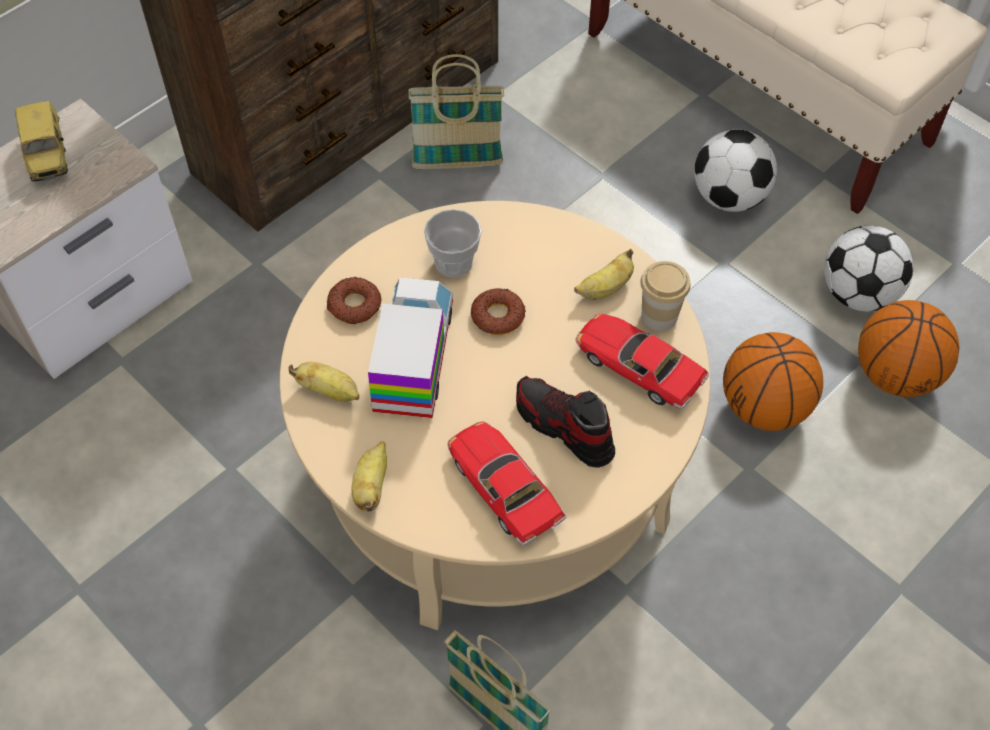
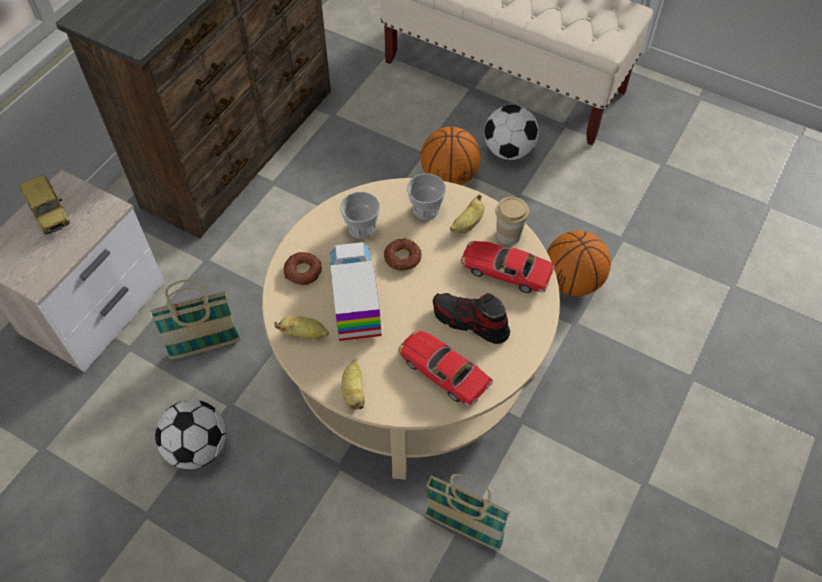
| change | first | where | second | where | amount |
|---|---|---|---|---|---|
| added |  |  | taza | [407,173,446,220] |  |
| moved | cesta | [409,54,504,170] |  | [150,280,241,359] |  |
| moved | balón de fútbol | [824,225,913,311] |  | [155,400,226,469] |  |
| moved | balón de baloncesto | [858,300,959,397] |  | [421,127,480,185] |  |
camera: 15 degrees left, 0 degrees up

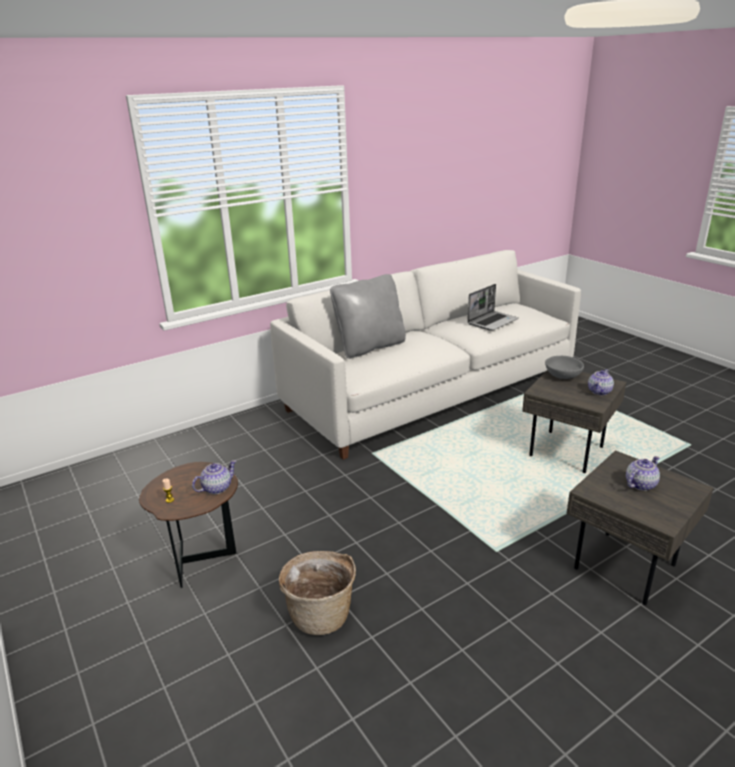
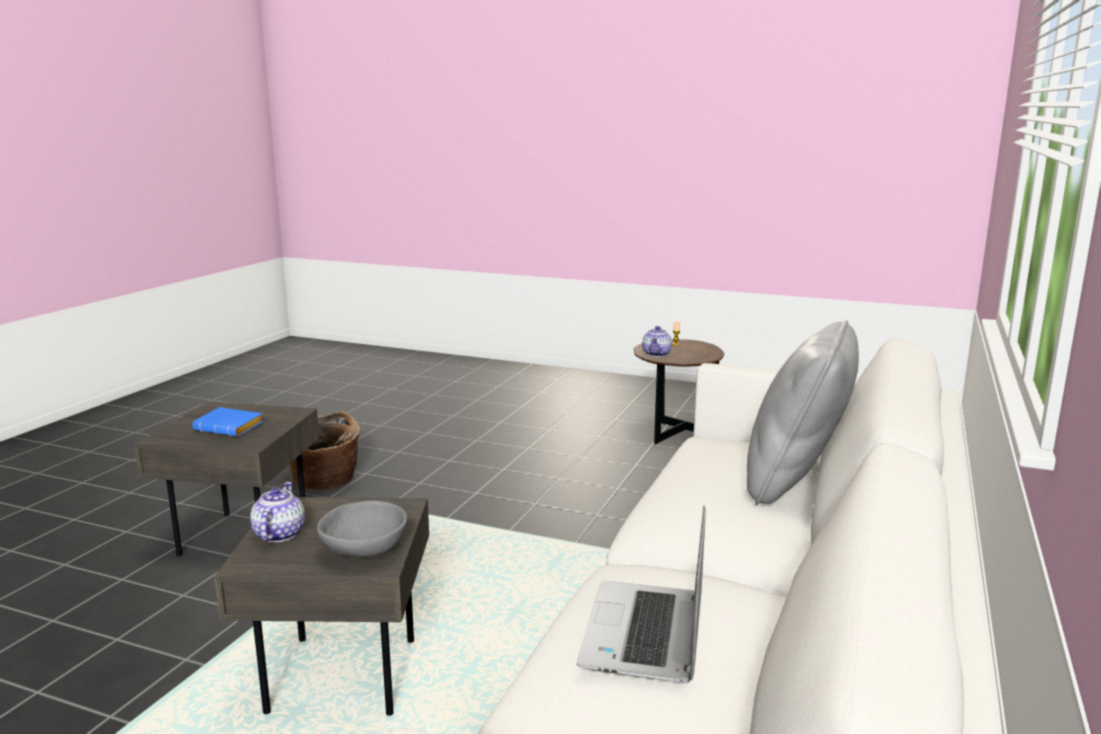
| change | first | where | second | where | amount |
|---|---|---|---|---|---|
| moved | cesta | [279,551,356,635] |  | [289,411,360,490] |  |
| replaced | tetera | [626,456,660,491] | libro [azul] | [193,407,263,437] |  |
camera: 145 degrees right, 10 degrees down

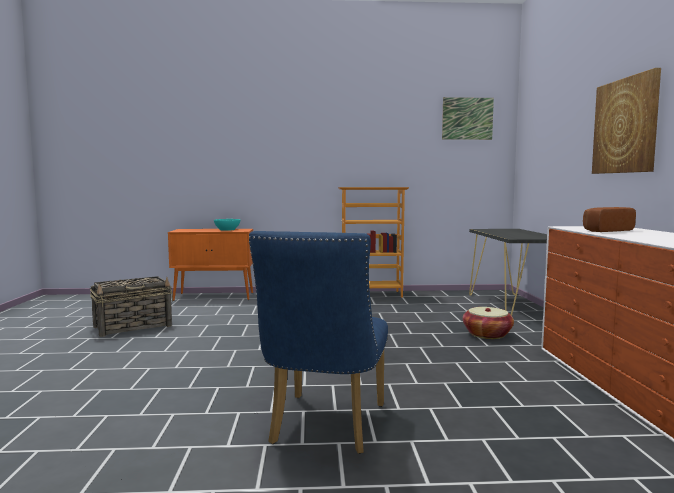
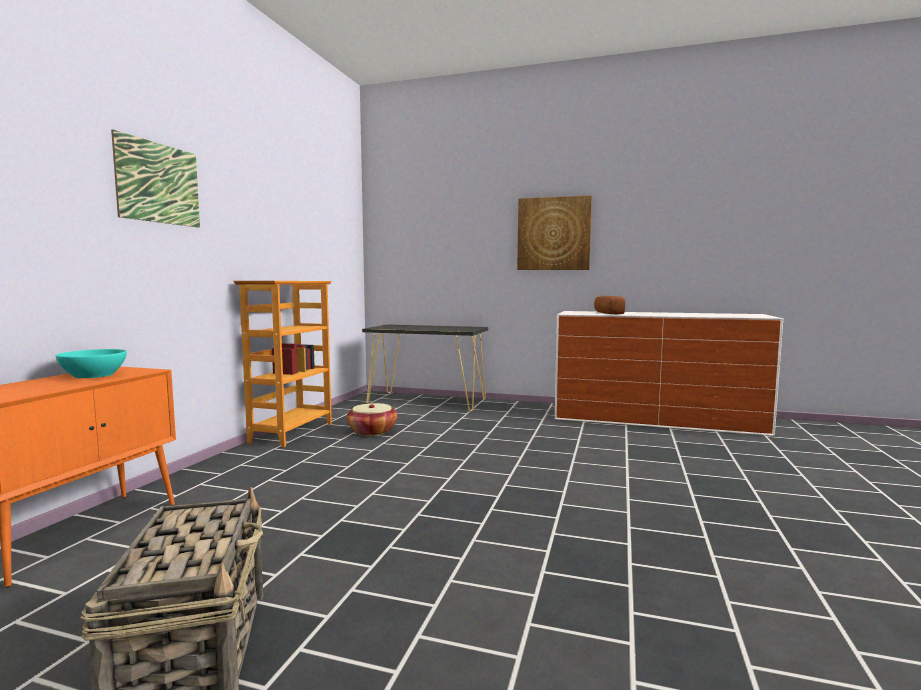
| change | first | where | second | where | amount |
|---|---|---|---|---|---|
| removed | silla [azul] | [249,231,388,454] |  |  |  |
| moved | cuadro | [442,97,494,140] |  | [111,130,200,228] |  |
| moved | cesta | [463,307,514,339] |  | [347,403,398,436] |  |
camera: 70 degrees left, 0 degrees up

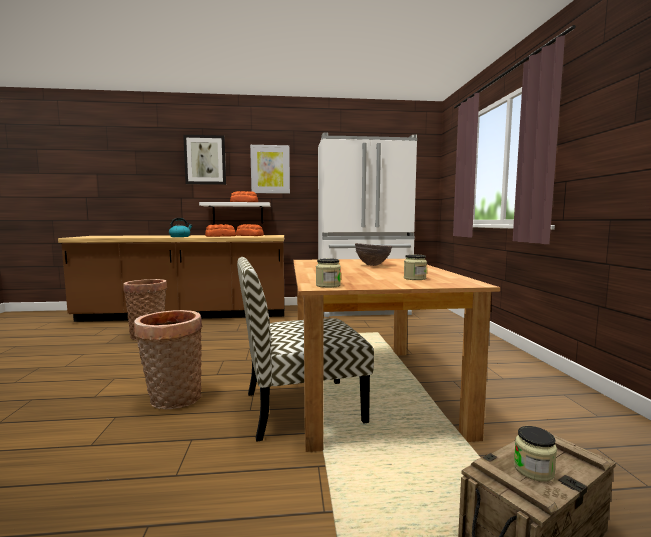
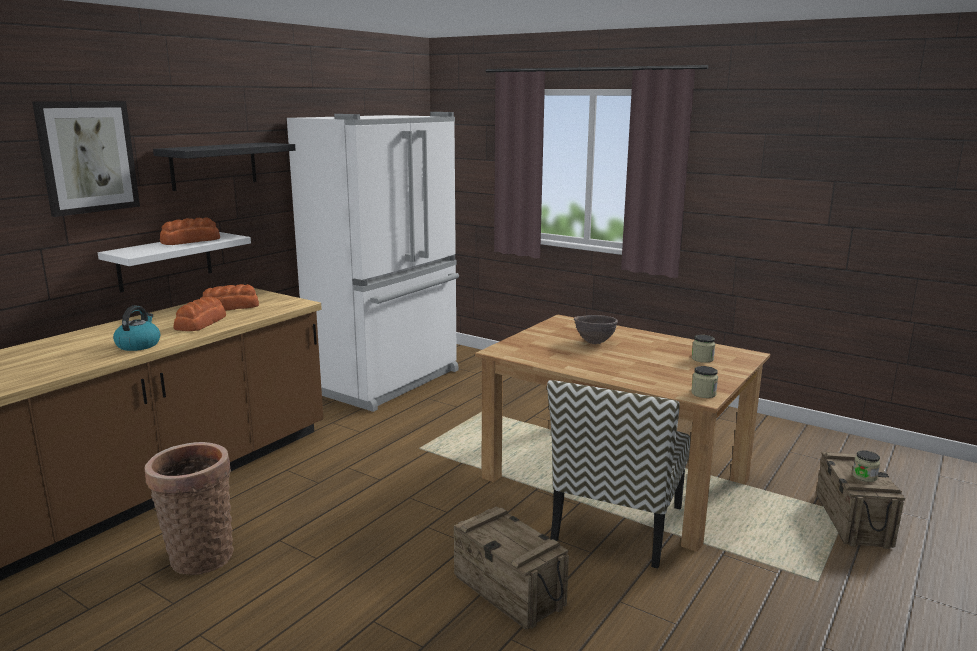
| change | first | where | second | where | amount |
|---|---|---|---|---|---|
| replaced | cesta | [134,310,202,410] | caja de embalaje | [454,506,569,630] |  |
| replaced | cuadro | [250,145,290,194] | estante [negro] | [153,142,296,191] |  |
camera: 50 degrees left, 10 degrees up

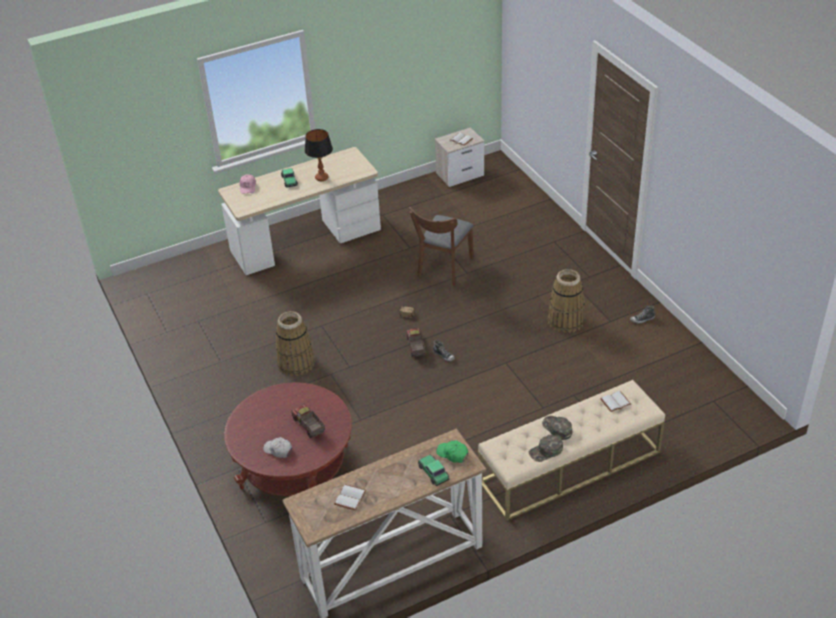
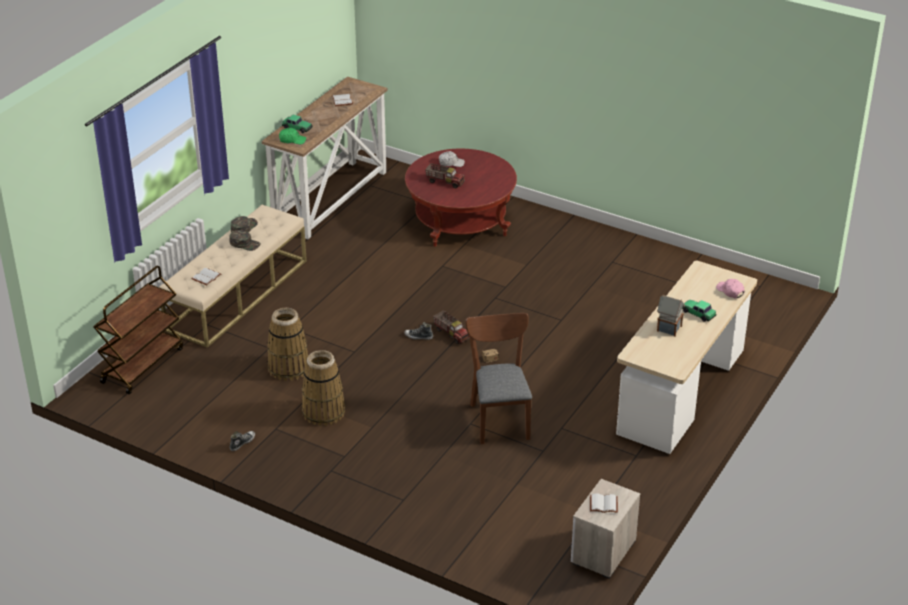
| change | first | where | second | where | amount |
|---|---|---|---|---|---|
| added |  |  | carrito [marrón] | [94,266,183,394] |  |
| moved | cesta | [275,311,315,376] |  | [267,308,308,381] |  |
| replaced | lámpara de mesa | [305,129,333,181] | casita | [657,295,685,337] |  |
camera: 145 degrees right, 5 degrees down

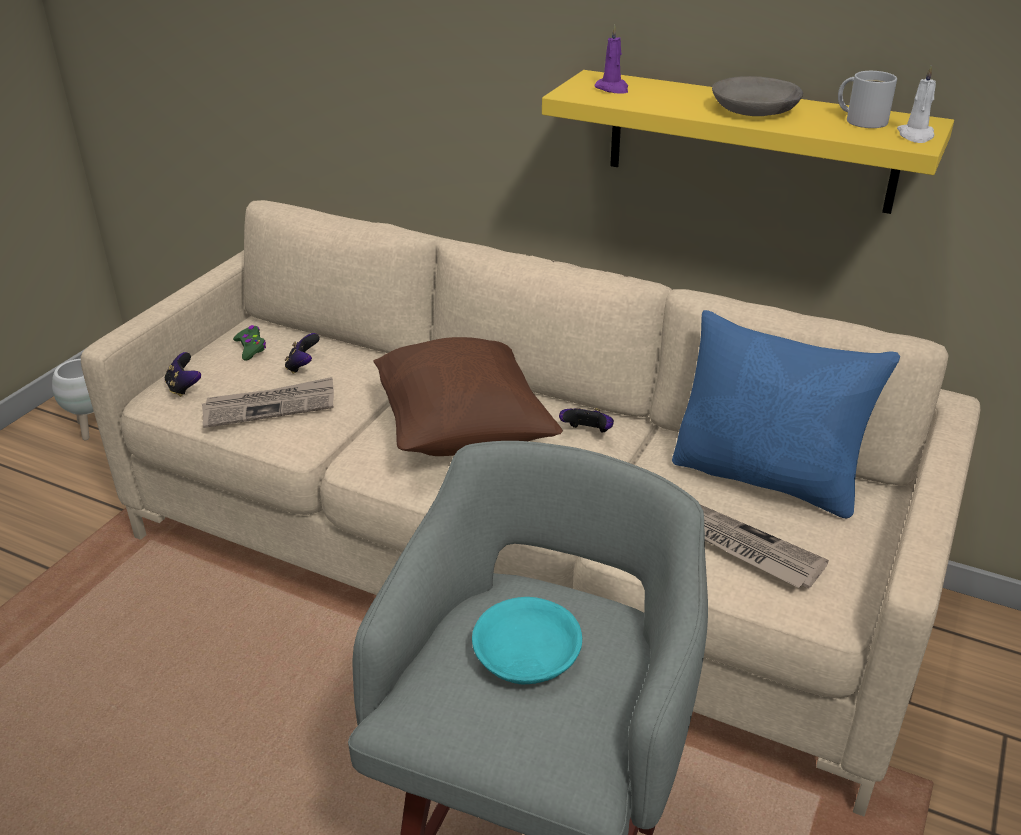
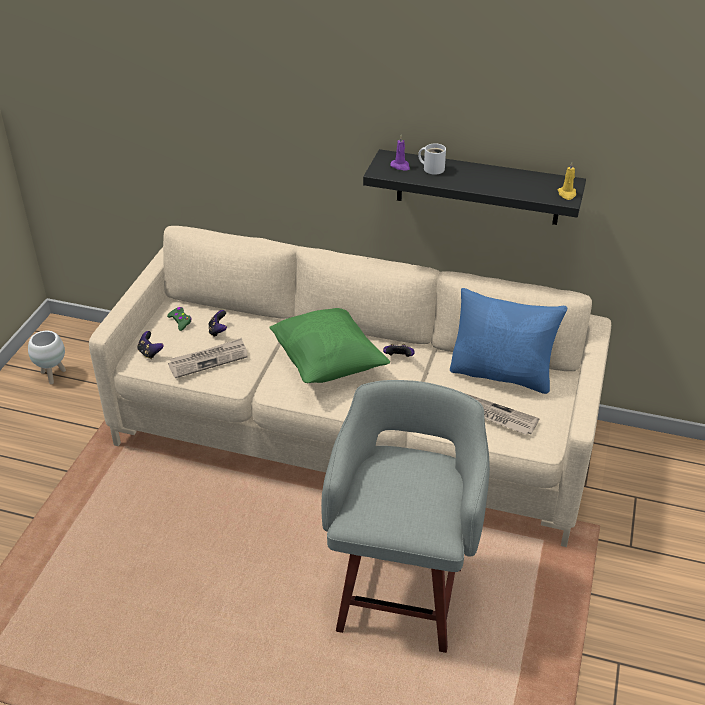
| change | first | where | second | where | amount |
|---|---|---|---|---|---|
| removed | cuenco [turquesa] | [472,597,582,685] |  |  |  |
| removed | cuenco [gris] | [712,76,803,116] |  |  |  |
| moved | taza grande [blanco] | [838,71,897,128] |  | [418,143,446,175] |  |
| recoloured | cojín [marrón] | [374,337,563,456] | cojín [verde] | [269,308,390,383] |  |
| recoloured | estante [amarillo] | [542,70,954,214] | estante [negro] | [363,149,586,225] |  |
| recoloured | vela [blanco] | [897,65,936,143] | vela [amarillo] | [557,162,576,200] |  |
camera: 10 degrees left, 5 degrees up

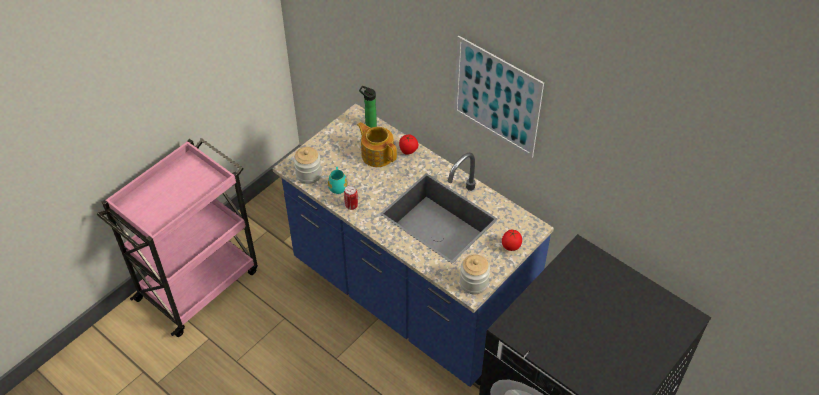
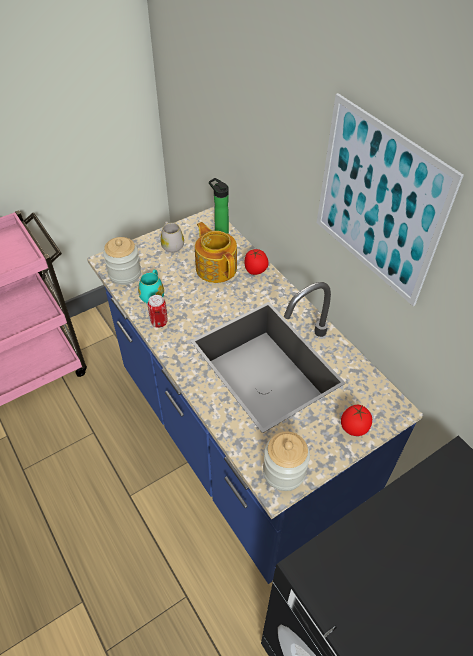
| change | first | where | second | where | amount |
|---|---|---|---|---|---|
| added |  |  | taza grande [blanco] | [160,221,184,253] |  |
camera: 15 degrees right, 0 degrees up

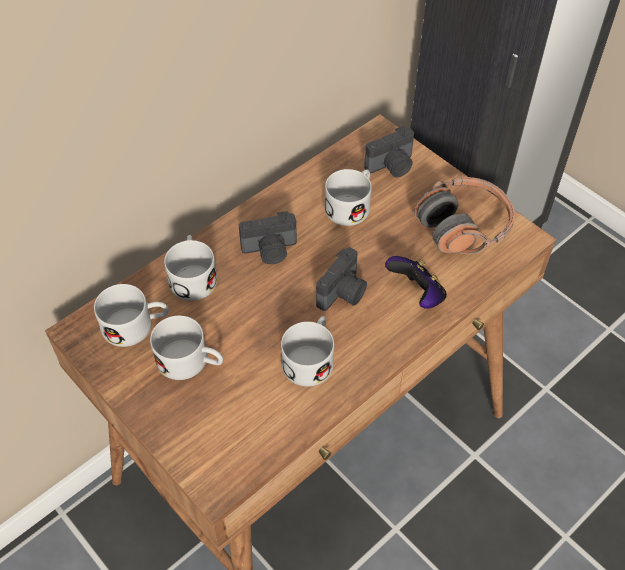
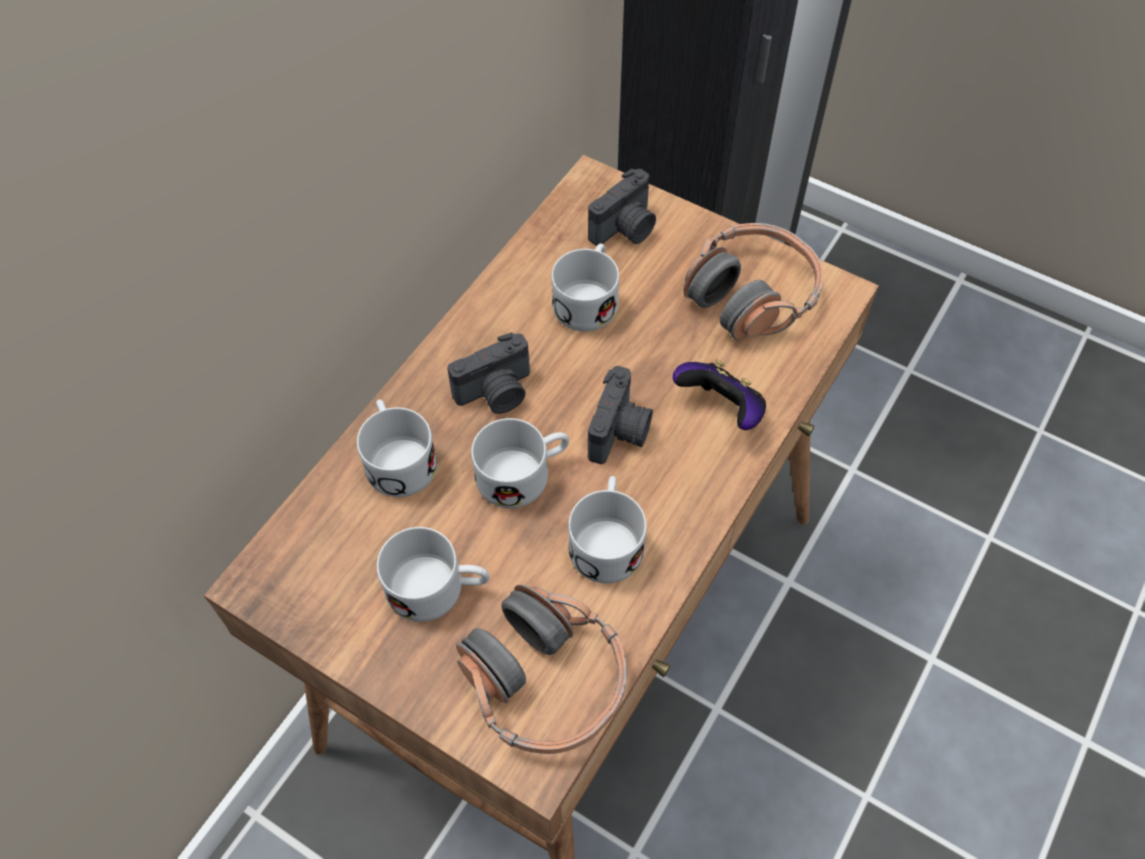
| change | first | where | second | where | amount |
|---|---|---|---|---|---|
| added |  |  | auriculares | [456,585,627,754] |  |
| moved | taza grande [blanco] | [94,284,169,347] |  | [471,418,569,508] |  |
camera: 15 degrees left, 5 degrees up

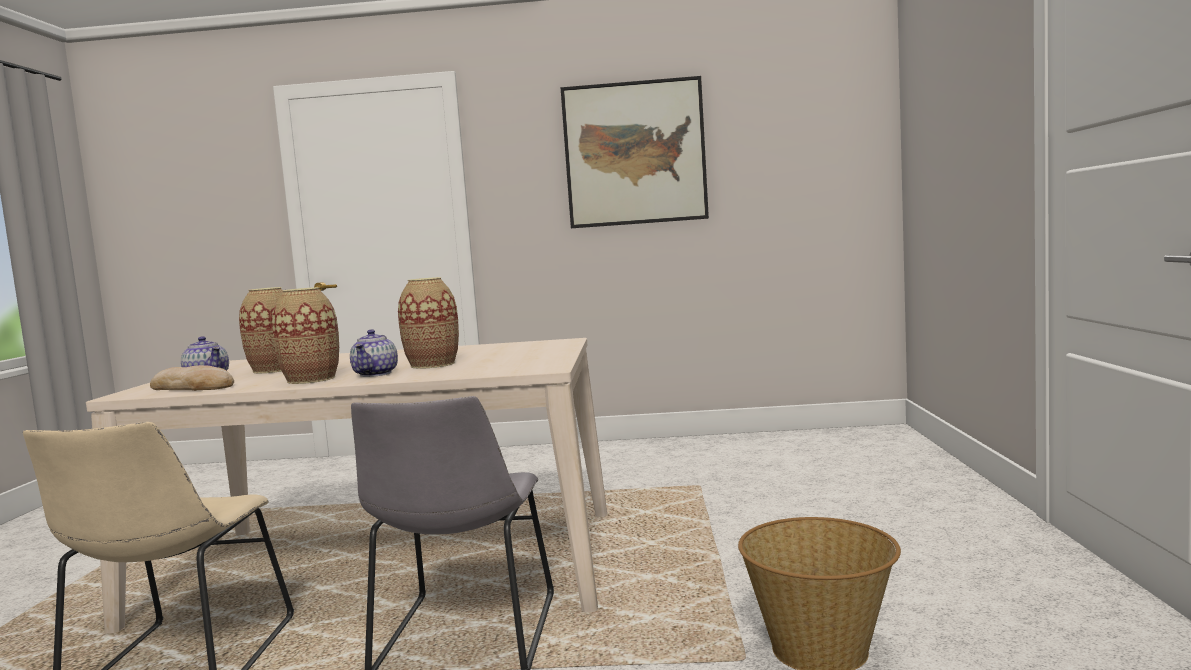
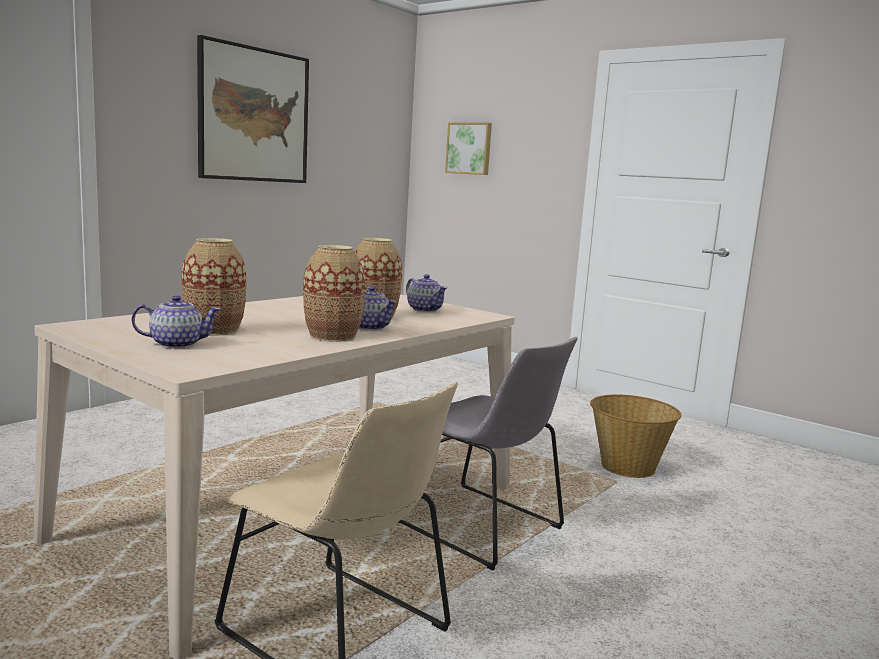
| change | first | where | second | where | amount |
|---|---|---|---|---|---|
| removed | pan | [150,365,234,391] |  |  |  |
| added |  |  | tetera | [406,274,447,312] |  |
| added |  |  | cuadro | [445,122,492,175] |  |
camera: 55 degrees left, 5 degrees up

